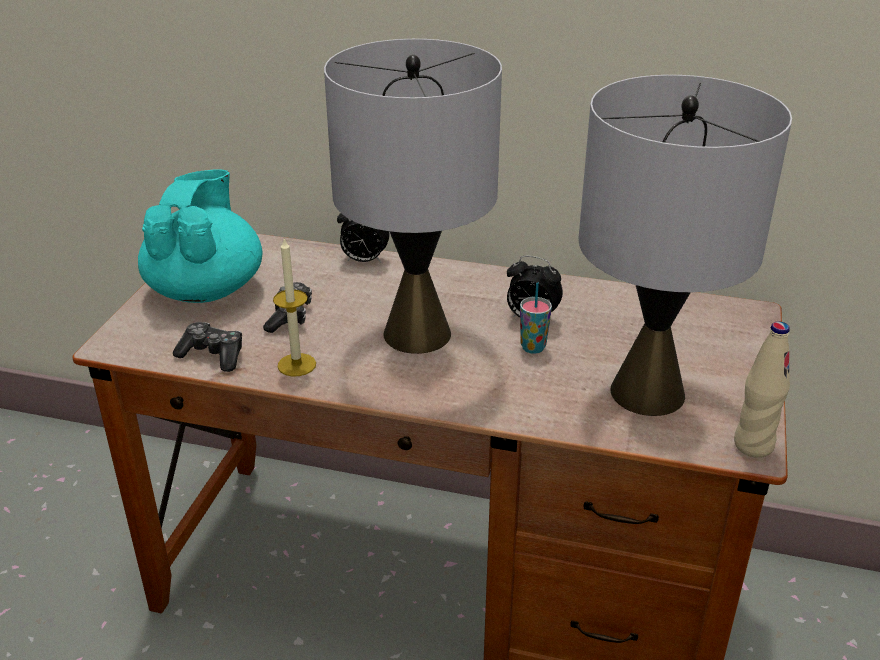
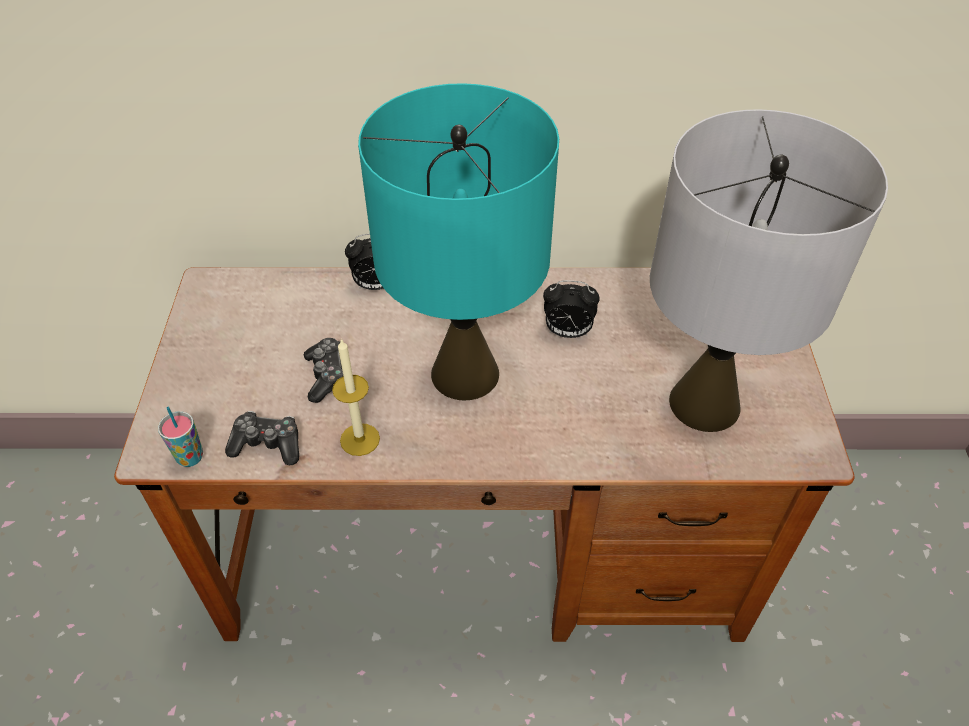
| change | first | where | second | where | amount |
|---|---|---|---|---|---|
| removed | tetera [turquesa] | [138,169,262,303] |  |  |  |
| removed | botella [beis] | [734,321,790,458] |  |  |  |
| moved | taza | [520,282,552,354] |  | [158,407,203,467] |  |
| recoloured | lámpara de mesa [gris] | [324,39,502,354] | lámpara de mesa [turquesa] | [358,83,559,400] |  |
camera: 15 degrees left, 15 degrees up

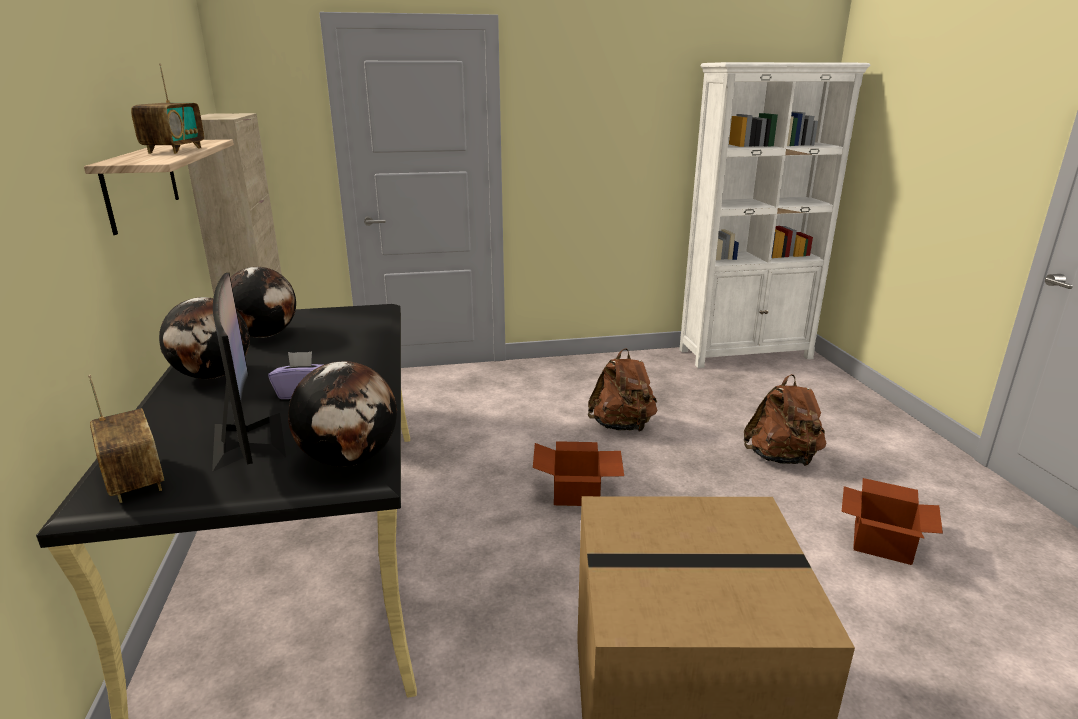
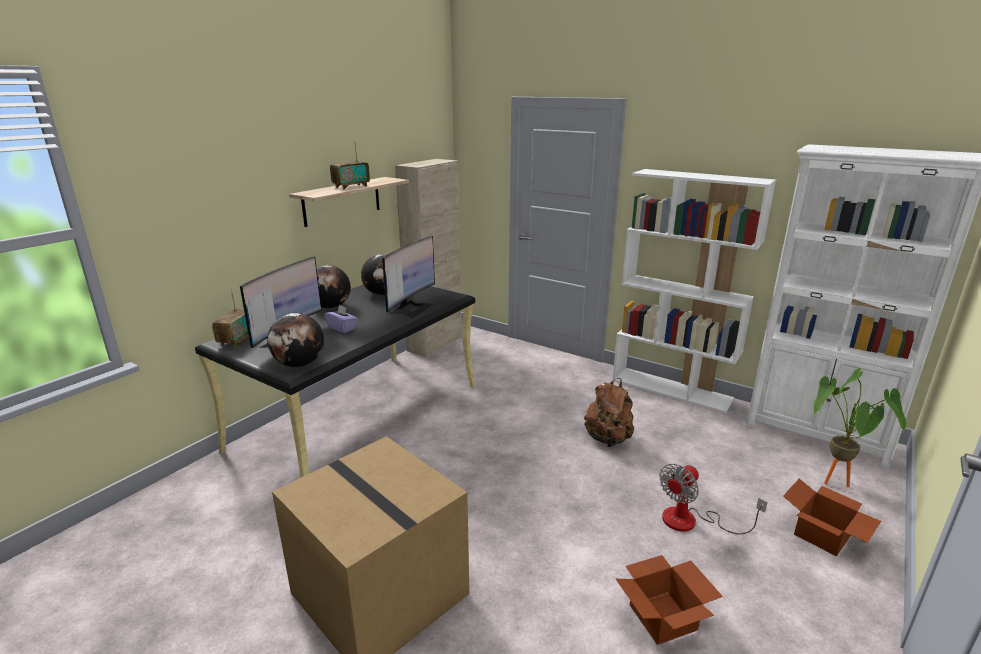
| change | first | where | second | where | amount |
|---|---|---|---|---|---|
| added |  |  | monitor | [382,236,435,319] |  |
| added |  |  | estantería [blanco] | [612,169,776,413] |  |
| added |  |  | planta en maceta | [813,368,907,487] |  |
| moved | caja de cartón | [533,441,624,506] |  | [783,478,881,556] |  |
| replaced | mochila [marrón] | [744,374,826,466] | ventilador | [659,464,767,534] |  |
camera: 45 degrees right, 0 degrees up

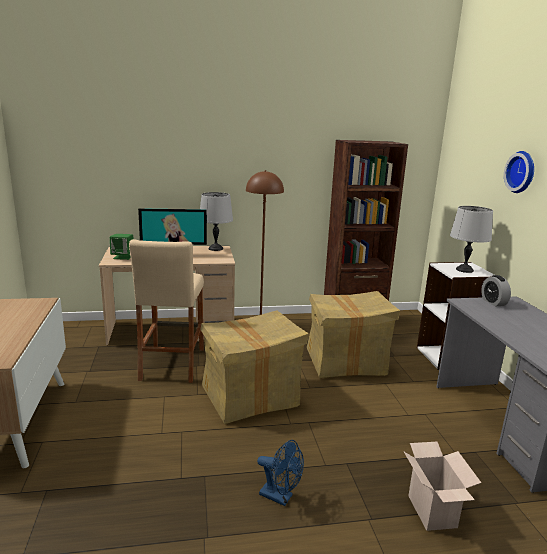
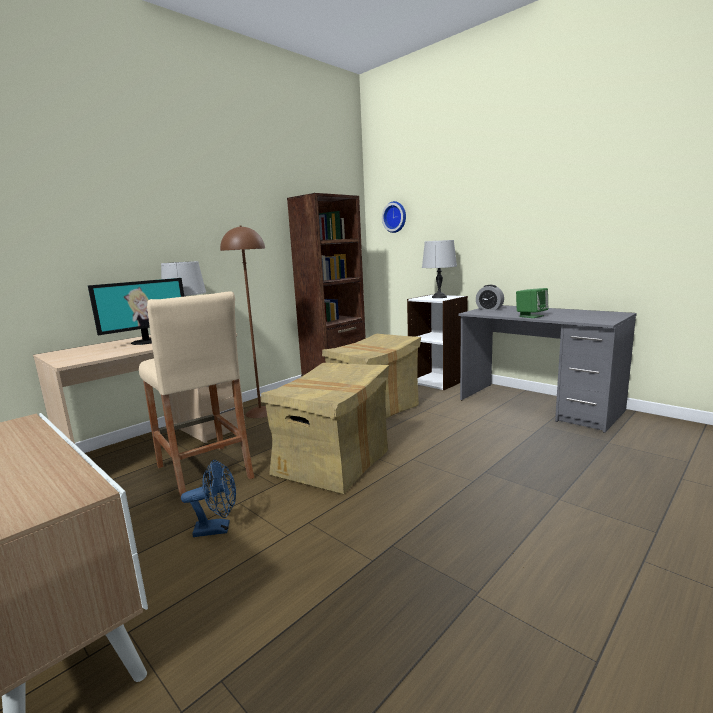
| change | first | where | second | where | amount |
|---|---|---|---|---|---|
| removed | caja de cartón | [404,442,481,531] |  |  |  |
| moved | altavoz [verde] | [110,234,133,260] |  | [516,288,548,318] |  |
| moved | ventilador [azul] | [257,440,304,506] |  | [181,460,236,537] |  |
| moved | reloj de pared | [504,151,534,193] |  | [382,201,406,233] |  |
camera: 35 degrees left, 5 degrees down

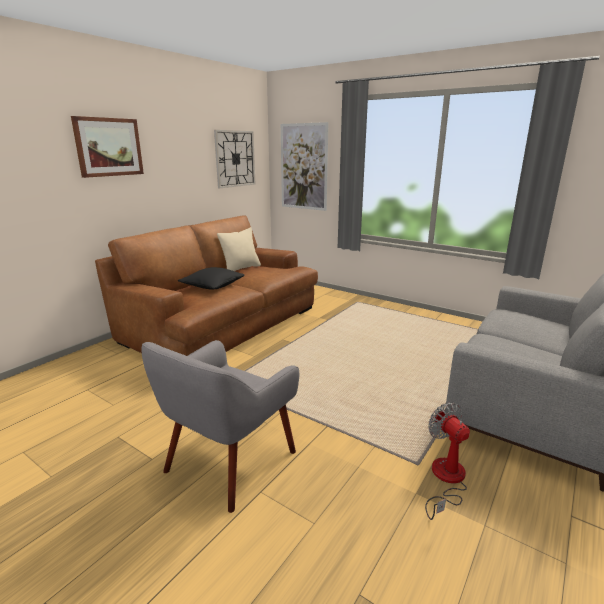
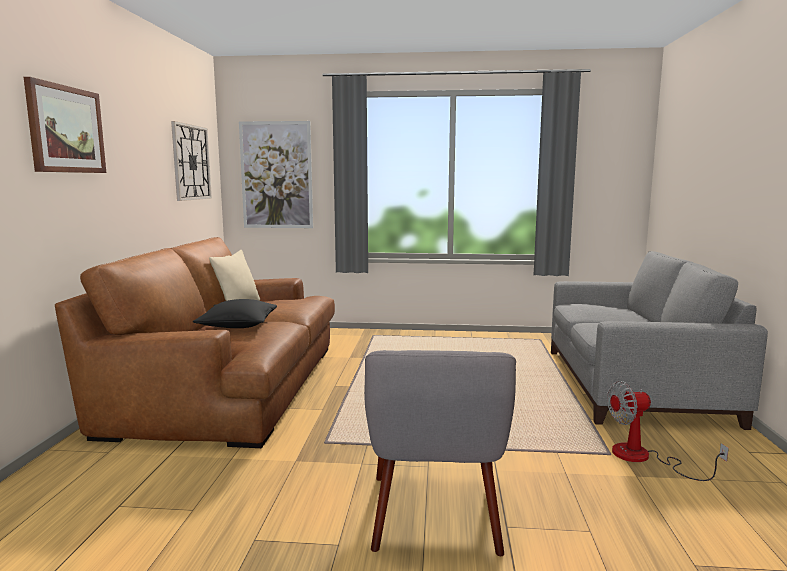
| change | first | where | second | where | amount |
|---|---|---|---|---|---|
| turned | ventilador | [425,403,470,520] |  | [607,381,729,481] | 45 degrees counterclockwise |
camera: 30 degrees left, 10 degrees down

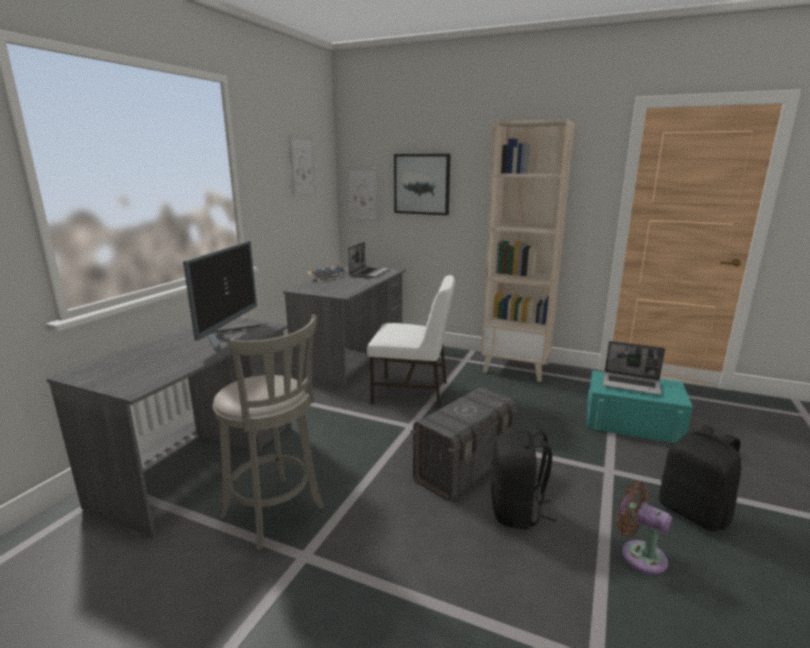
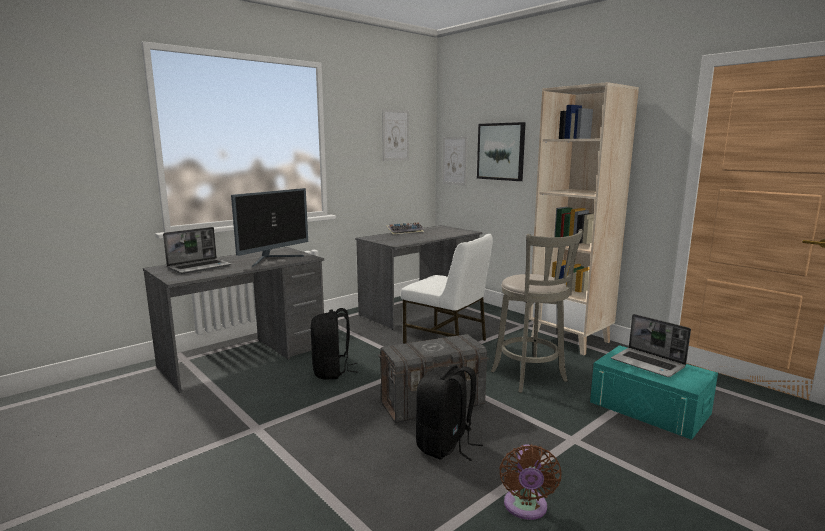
| change | first | where | second | where | amount |
|---|---|---|---|---|---|
| moved | taburete [gris] | [213,315,324,551] |  | [491,229,583,393] |  |
| moved | portátil | [348,242,389,278] |  | [163,227,231,274] |  |
| moved | mochila [negro] | [659,425,741,531] |  | [311,308,359,380] |  |
| turned | ventilador [marrón] | [616,481,672,575] |  | [499,444,561,520] | 150 degrees counterclockwise |
camera: 25 degrees right, 5 degrees down

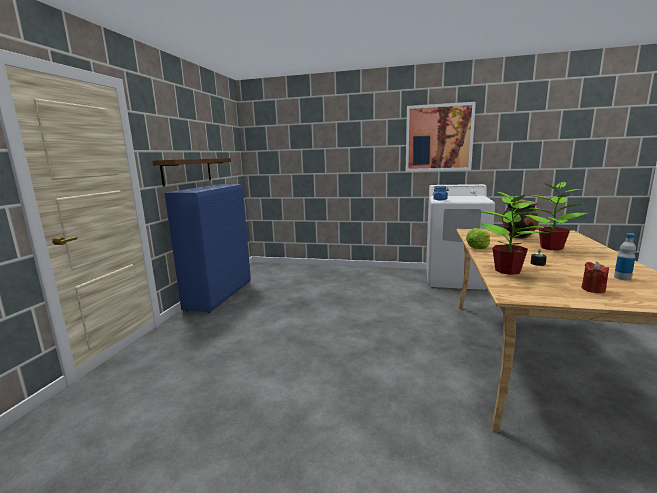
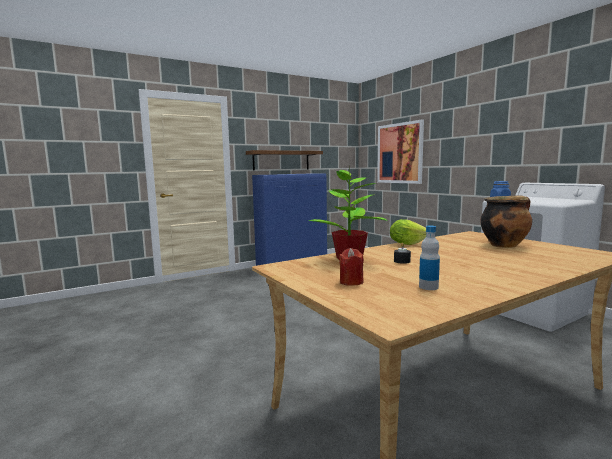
| change | first | where | second | where | amount |
|---|---|---|---|---|---|
| removed | planta en maceta | [525,180,589,251] |  |  |  |
| moved | cuadro | [406,102,476,172] |  | [377,120,424,184] |  |
camera: 45 degrees right, 5 degrees down

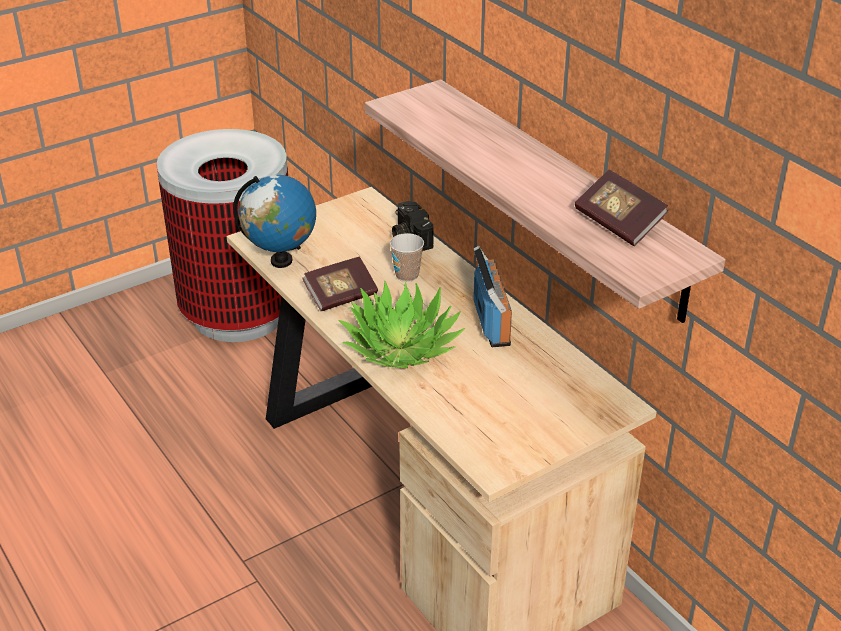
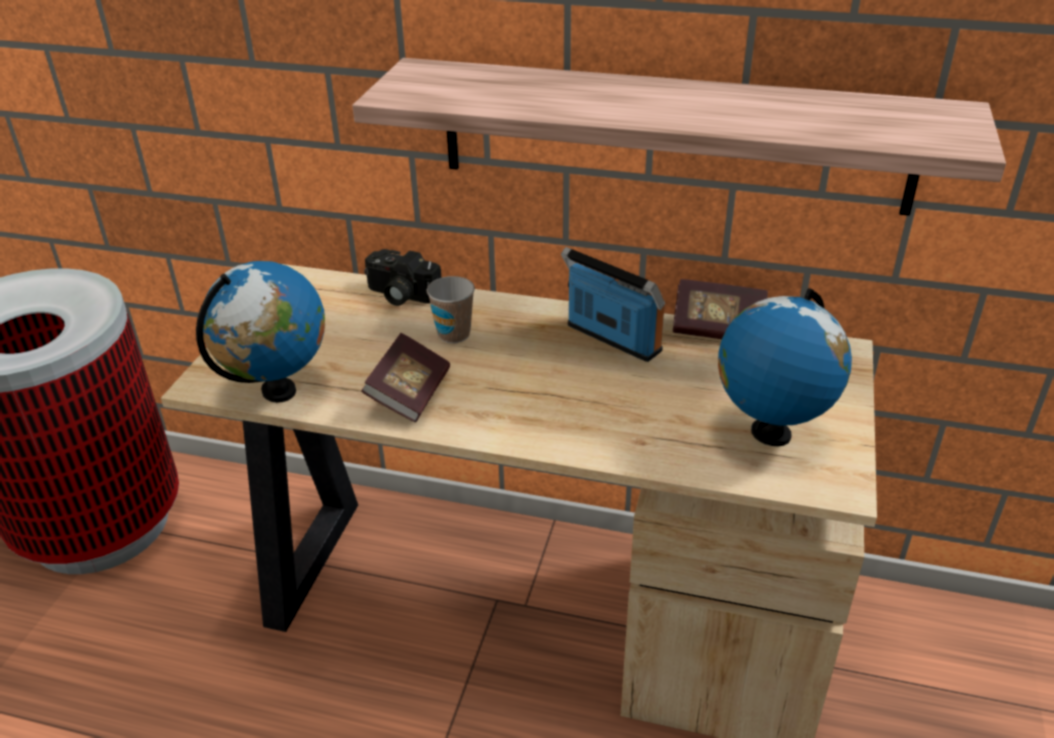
| change | first | where | second | where | amount |
|---|---|---|---|---|---|
| removed | planta en maceta | [338,281,465,368] |  |  |  |
| added |  |  | globo terráqueo | [718,288,852,446] |  |
| moved | libro | [575,170,668,246] |  | [673,279,768,339] |  |
camera: 40 degrees left, 0 degrees up

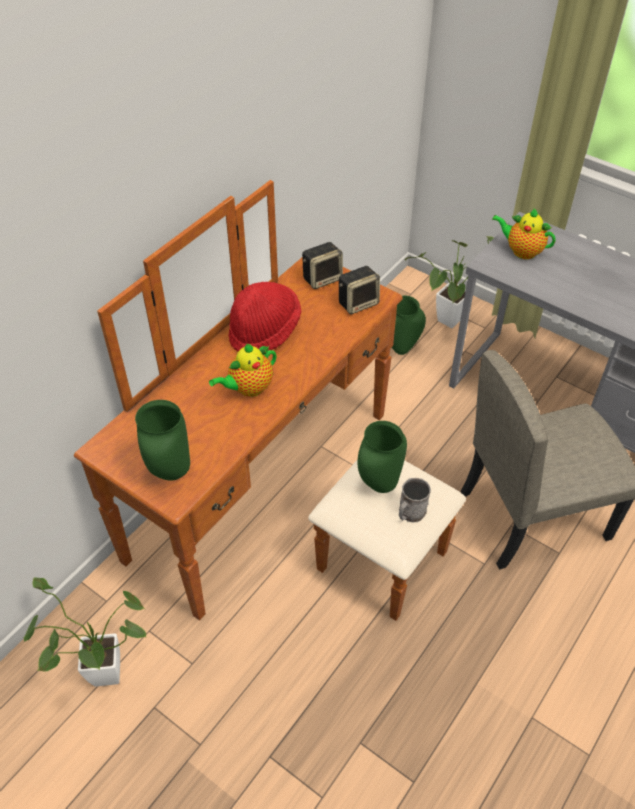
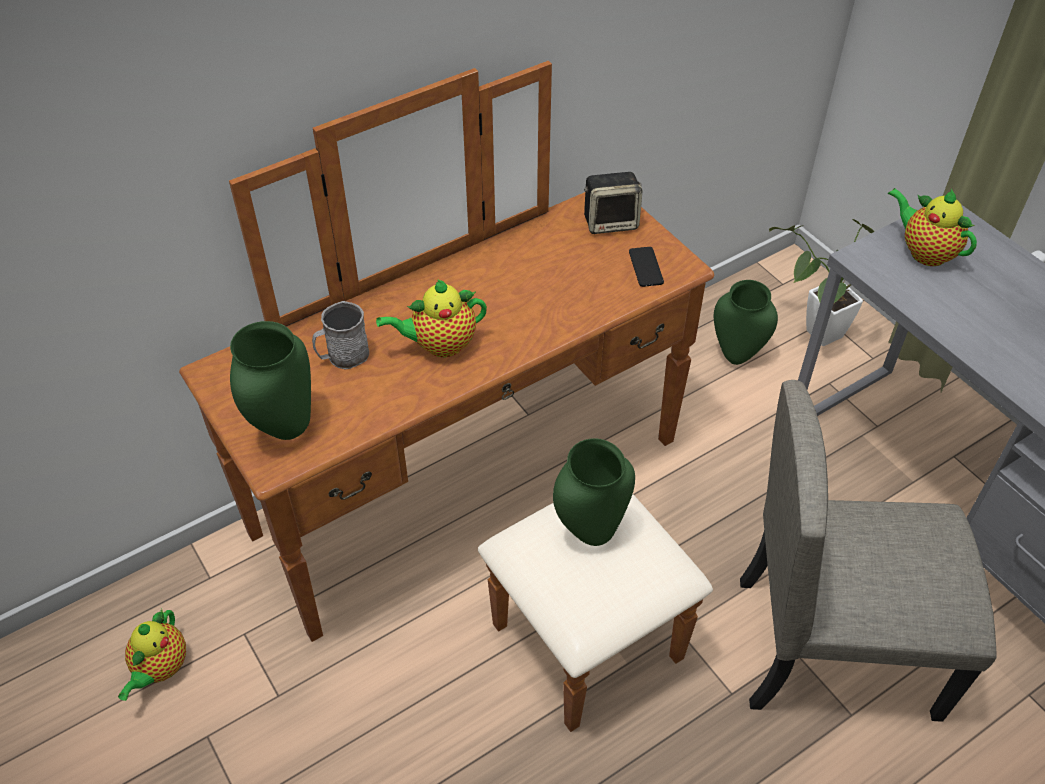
| change | first | where | second | where | amount |
|---|---|---|---|---|---|
| removed | sombrero [rojo] | [229,282,301,351] |  |  |  |
| moved | taza grande [gris] | [399,478,431,522] |  | [312,301,369,370] |  |
| replaced | planta en maceta | [24,577,147,687] | tetera | [118,609,186,701] |  |
| replaced | altavoz | [339,266,380,314] | móvil | [629,247,664,287] |  |
camera: 20 degrees right, 0 degrees up

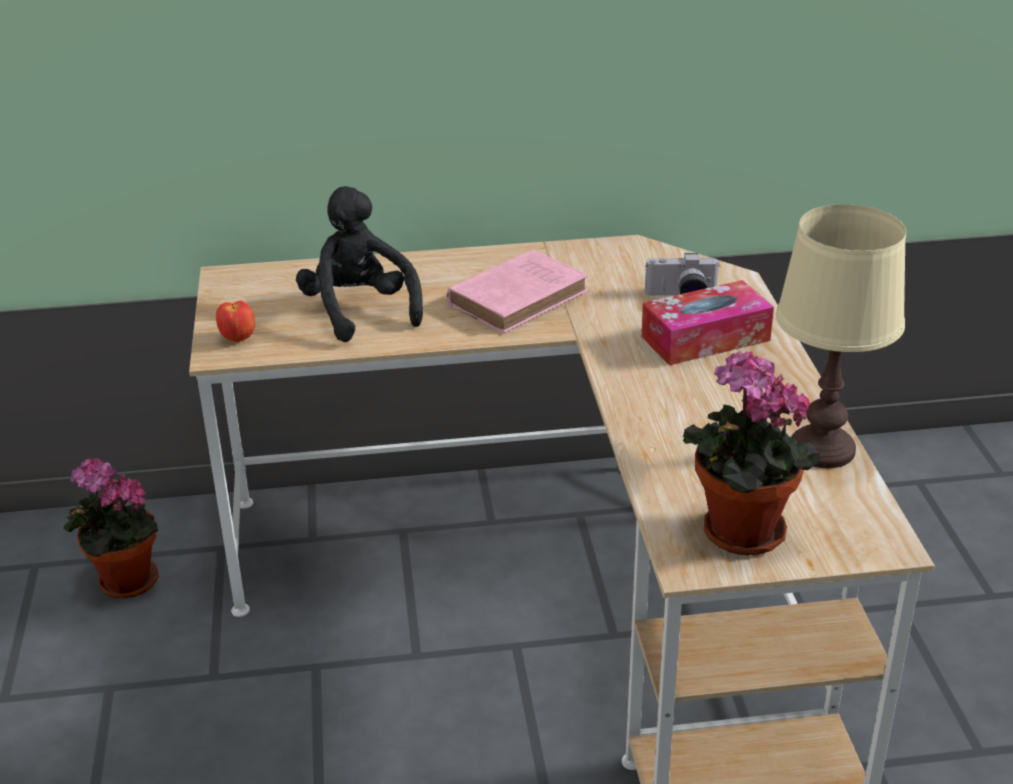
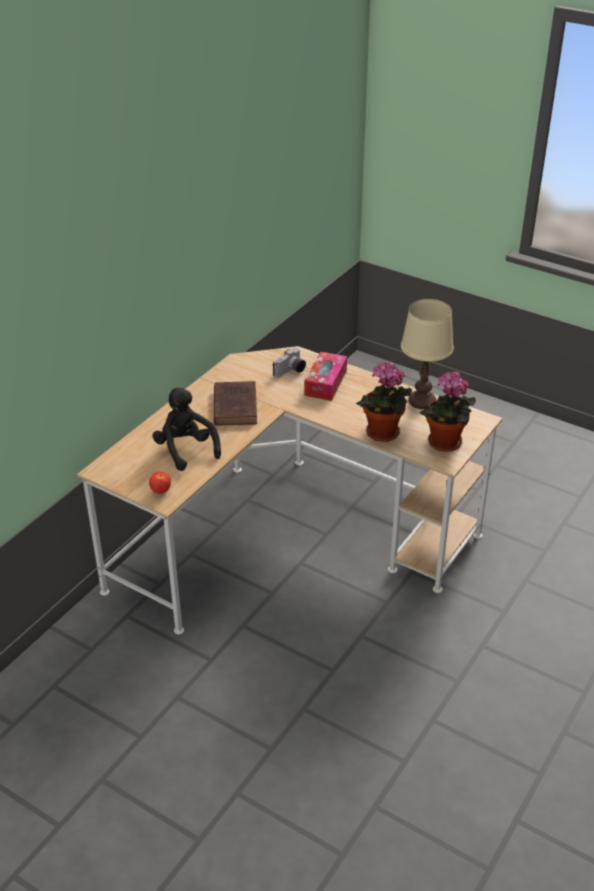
| change | first | where | second | where | amount |
|---|---|---|---|---|---|
| moved | planta en maceta | [63,458,159,598] |  | [356,362,412,442] |  |
| recoloured | libro [rosa] | [447,249,588,333] | libro [marrón] | [214,381,257,426] |  |
| turned | peluche [negro] | [296,186,423,342] |  | [152,387,221,471] | 45 degrees clockwise |
camera: 50 degrees left, 5 degrees up

